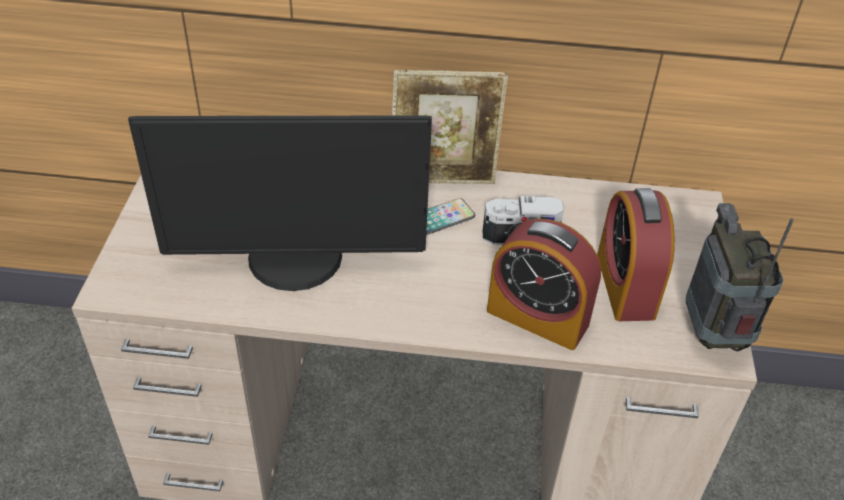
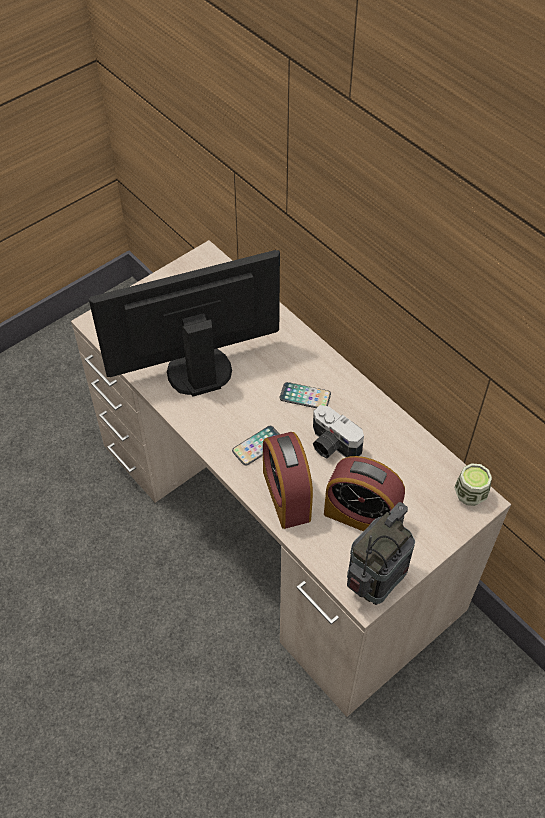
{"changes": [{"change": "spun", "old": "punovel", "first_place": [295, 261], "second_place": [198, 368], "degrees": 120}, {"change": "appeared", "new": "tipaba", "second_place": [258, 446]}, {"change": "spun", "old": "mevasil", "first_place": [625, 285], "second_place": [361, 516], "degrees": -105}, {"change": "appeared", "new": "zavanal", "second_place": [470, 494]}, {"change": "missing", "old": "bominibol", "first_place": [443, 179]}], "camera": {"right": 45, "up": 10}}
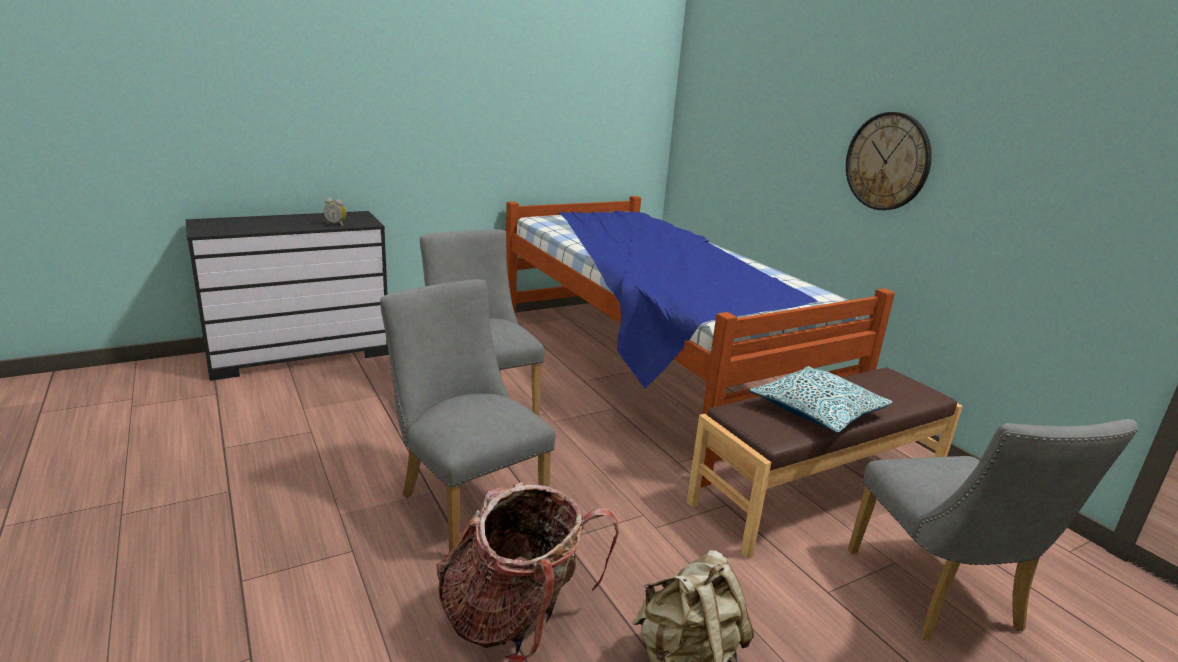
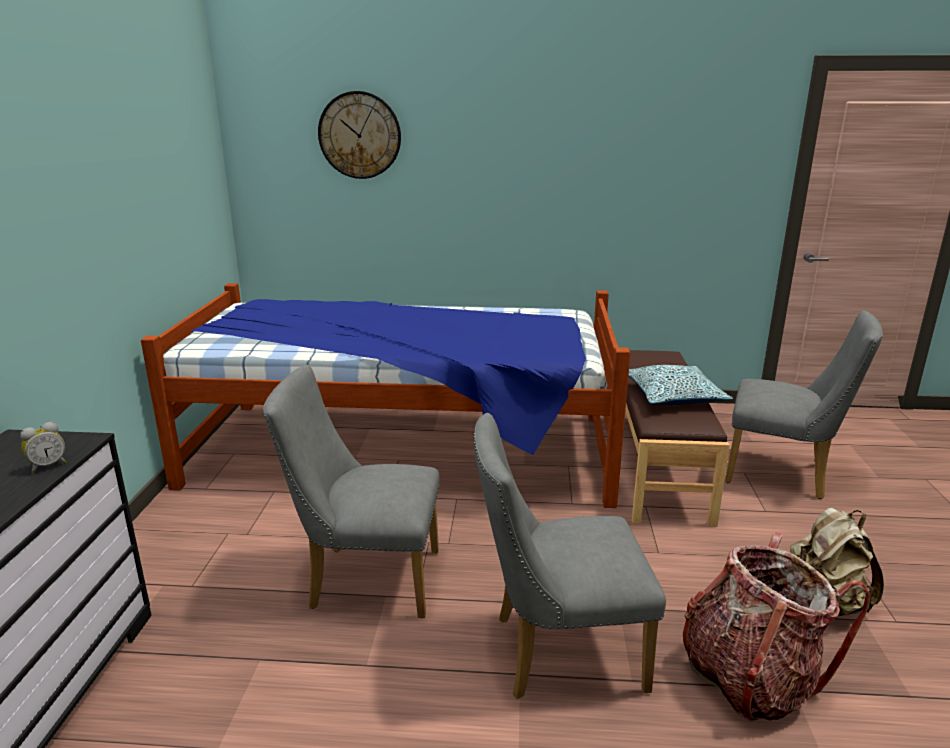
{"changes": [{"change": "relocated", "old": "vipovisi", "first_place": [887, 161], "second_place": [360, 135]}], "camera": {"right": -55, "up": 0}}
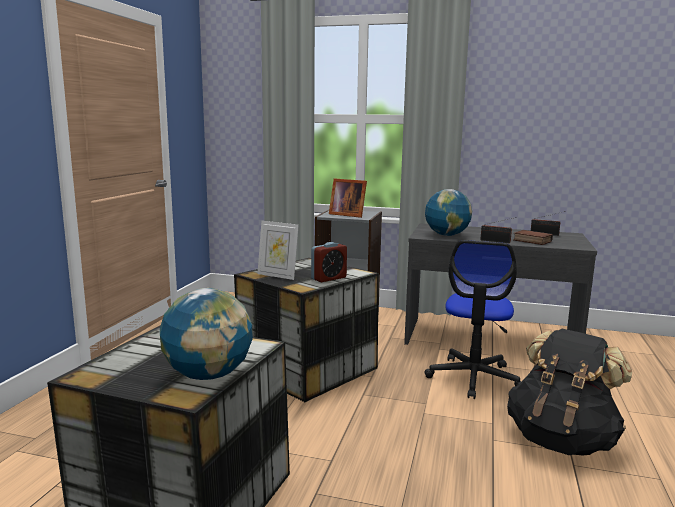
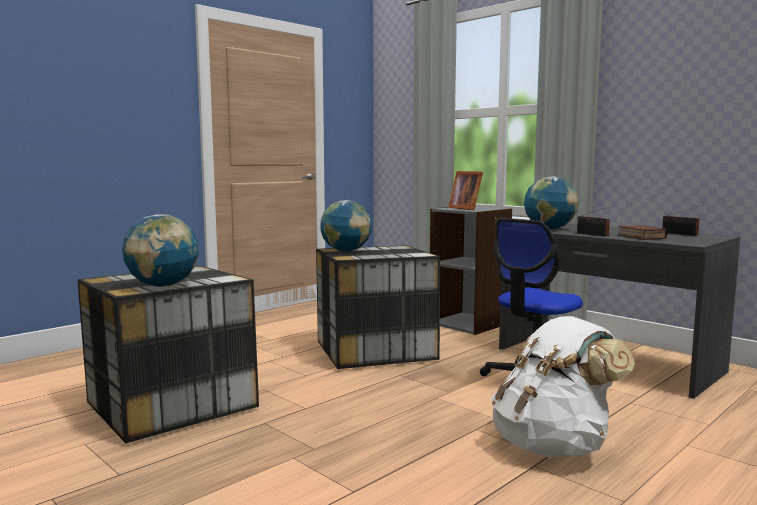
{"changes": [{"change": "exchanged", "old": "bominibol", "new": "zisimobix", "first_place": [277, 275], "second_place": [346, 251]}, {"change": "colour", "old": "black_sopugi", "new": "white_sopugi", "first_place": [561, 440], "second_place": [553, 446]}, {"change": "missing", "old": "mevasil", "first_place": [328, 278]}], "camera": {"right": 30, "up": -5}}
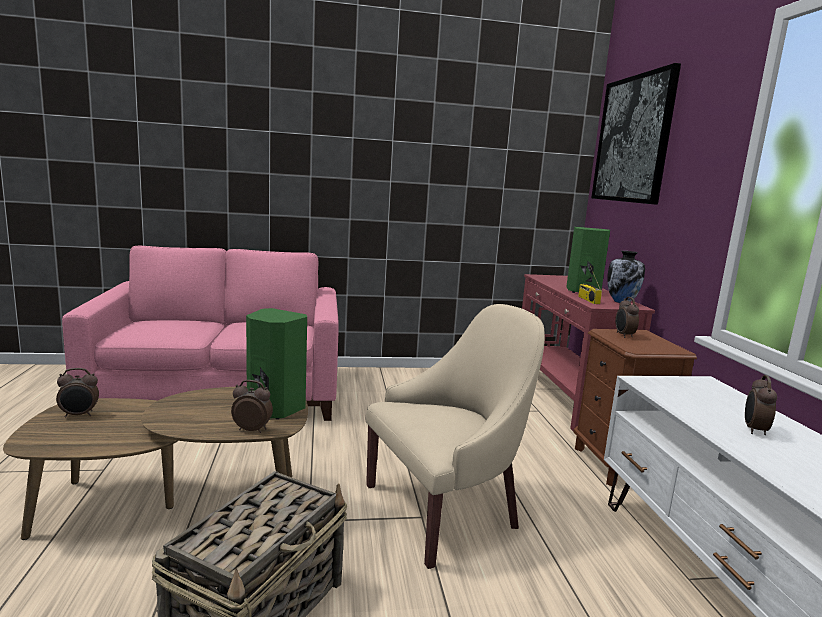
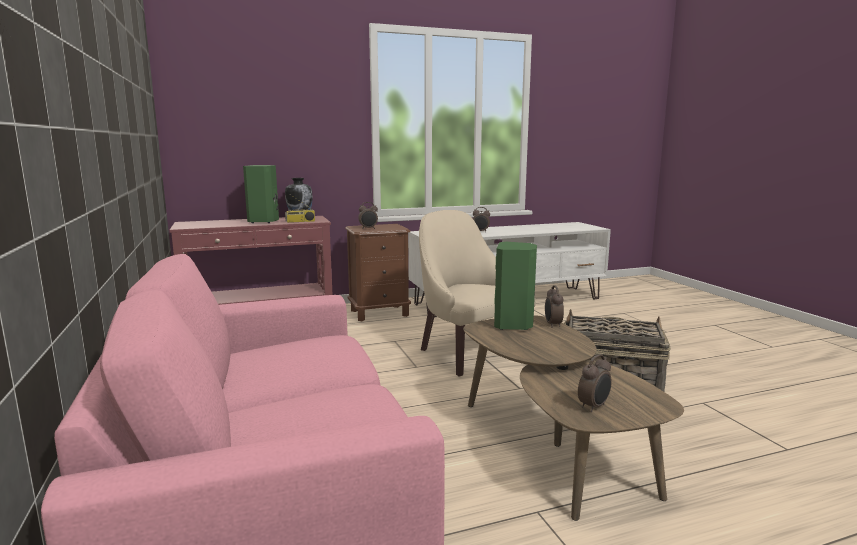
{"changes": [{"change": "spun", "old": "mevasil", "first_place": [79, 415], "second_place": [594, 407], "degrees": 75}, {"change": "missing", "old": "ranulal", "first_place": [633, 139]}], "camera": {"right": -100, "up": 0}}
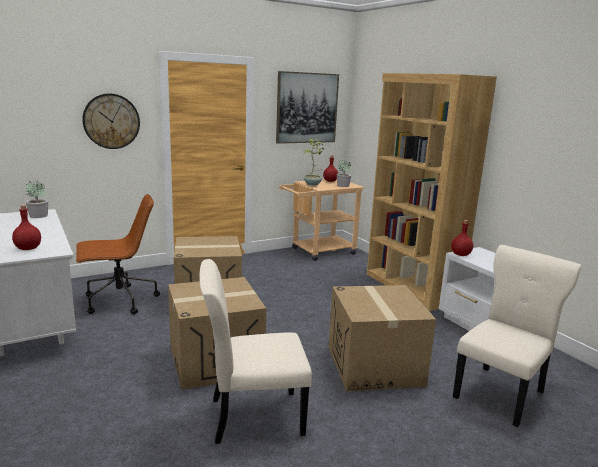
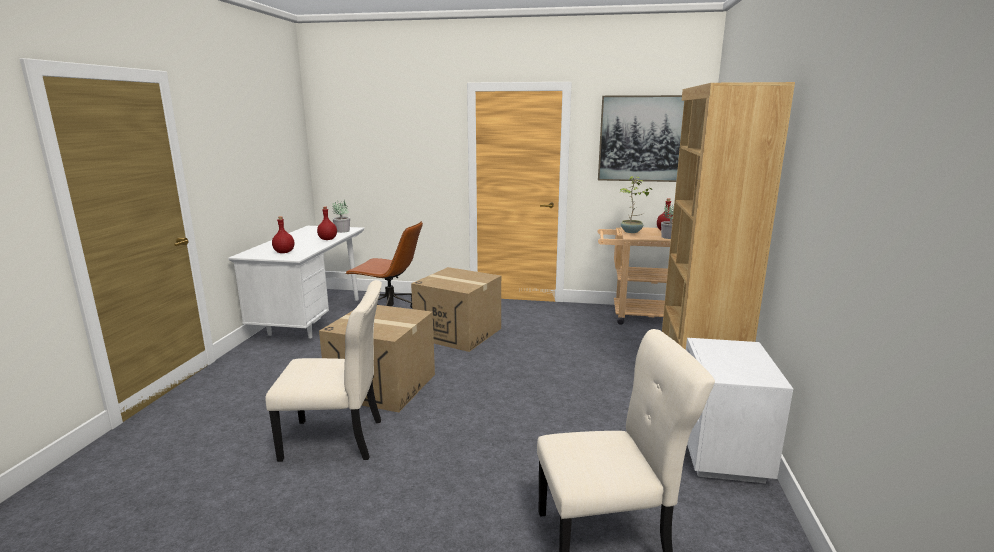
{"changes": [{"change": "spun", "old": "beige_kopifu", "first_place": [252, 416], "second_place": [337, 440], "degrees": 150}, {"change": "relocated", "old": "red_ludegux", "first_place": [461, 255], "second_place": [327, 239]}, {"change": "missing", "old": "vipovisi", "first_place": [111, 121]}, {"change": "missing", "old": "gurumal", "first_place": [375, 366]}], "camera": {"right": 40, "up": 0}}
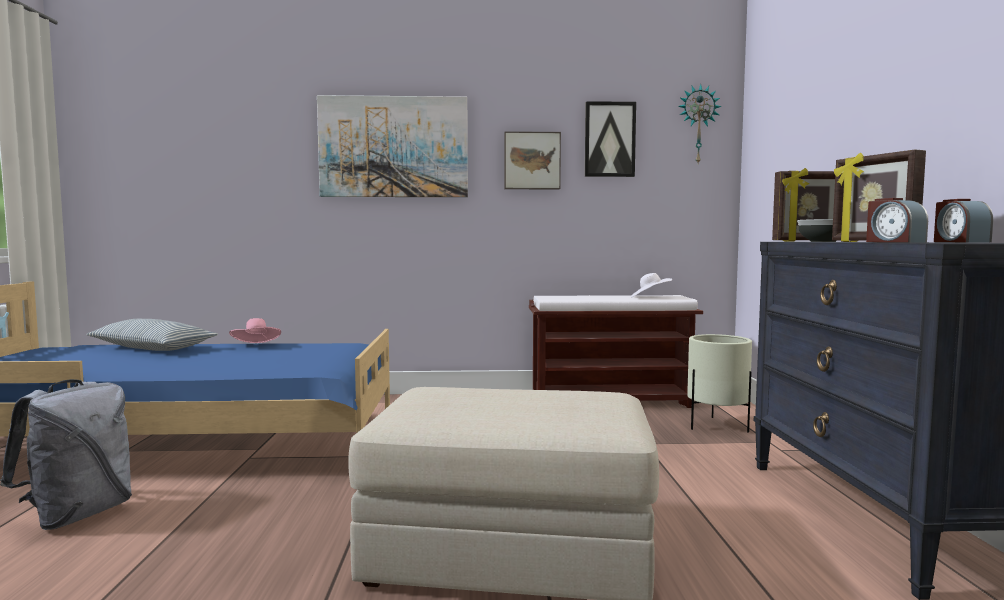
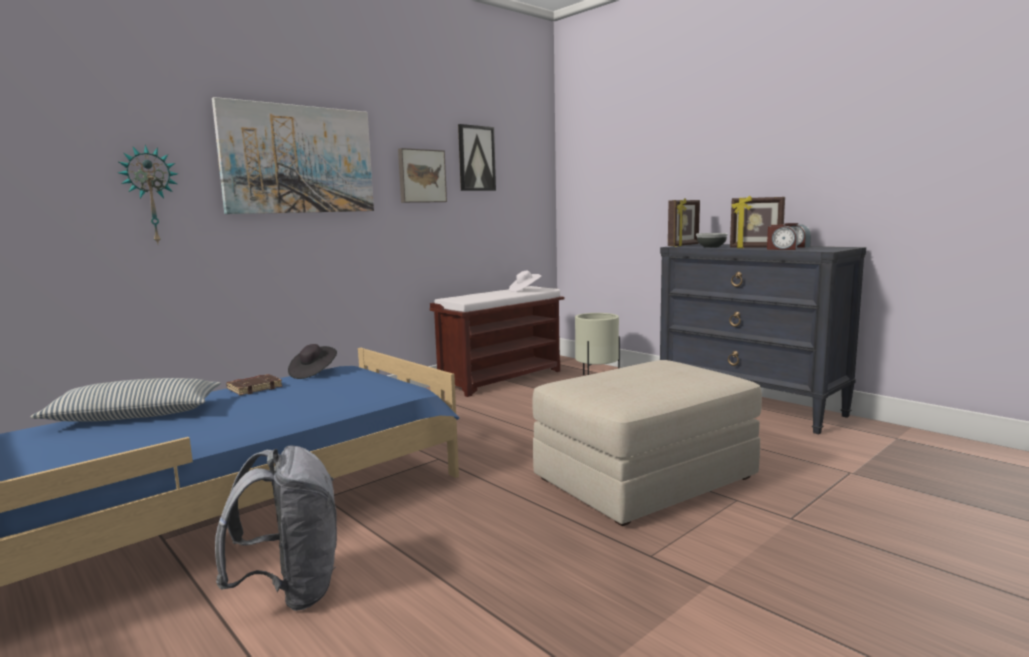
{"changes": [{"change": "relocated", "old": "vipovisi", "first_place": [698, 125], "second_place": [150, 195]}, {"change": "exchanged", "old": "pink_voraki", "new": "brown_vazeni", "first_place": [256, 346], "second_place": [255, 388]}, {"change": "appeared", "new": "black_voraki", "second_place": [313, 373]}], "camera": {"right": -40, "up": 5}}
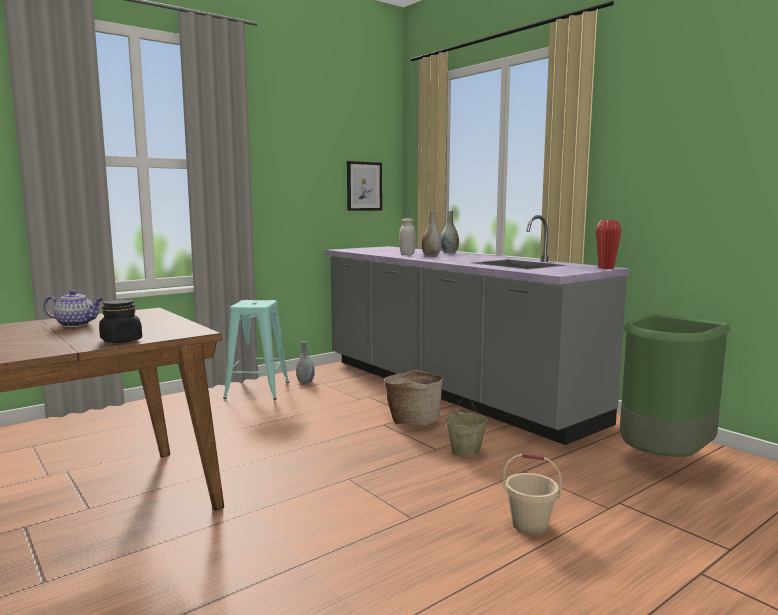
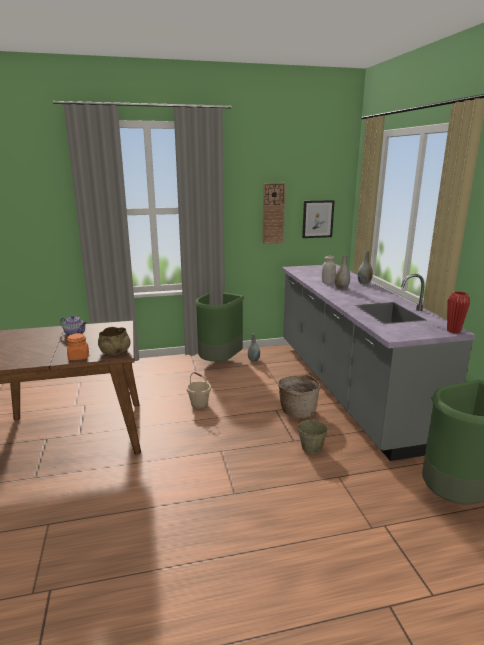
{"changes": [{"change": "colour", "old": "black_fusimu", "new": "orange_fusimu", "first_place": [121, 340], "second_place": [78, 357]}, {"change": "appeared", "new": "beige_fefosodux", "second_place": [114, 352]}, {"change": "relocated", "old": "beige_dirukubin", "first_place": [530, 525], "second_place": [199, 404]}, {"change": "exchanged", "old": "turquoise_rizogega", "new": "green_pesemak", "first_place": [257, 390], "second_place": [219, 362]}, {"change": "appeared", "new": "vipovisi", "second_place": [273, 213]}], "camera": {"right": 25, "up": 10}}
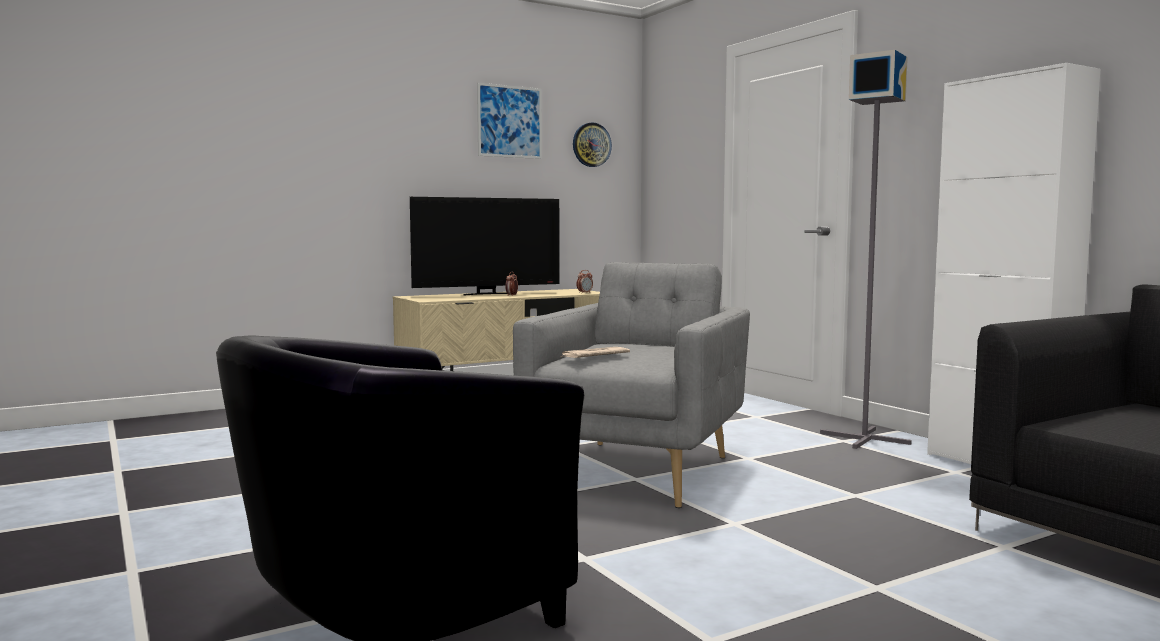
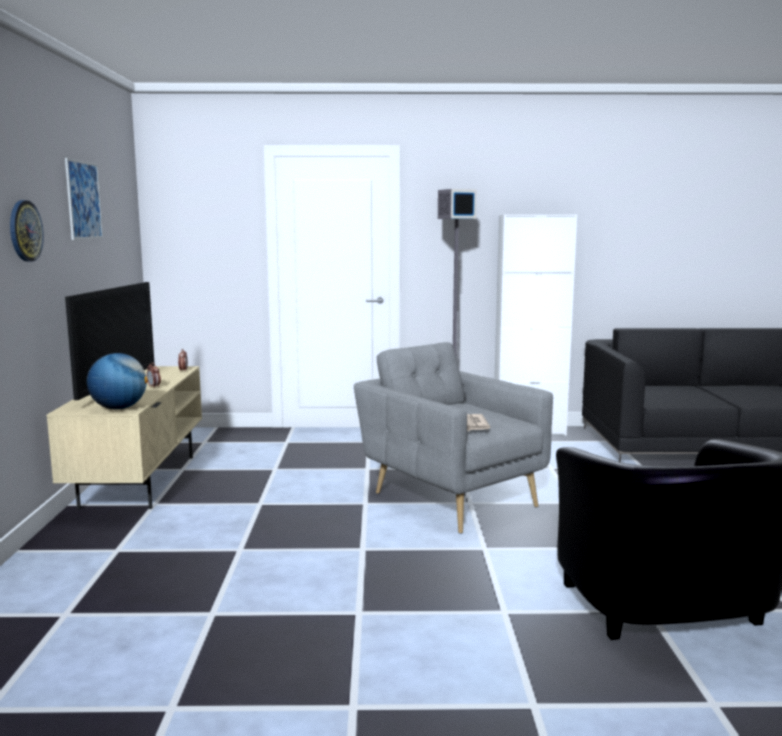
{"changes": [{"change": "relocated", "old": "vipovisi", "first_place": [591, 145], "second_place": [25, 231]}, {"change": "appeared", "new": "zisimobix", "second_place": [119, 408]}], "camera": {"right": -60, "up": 5}}
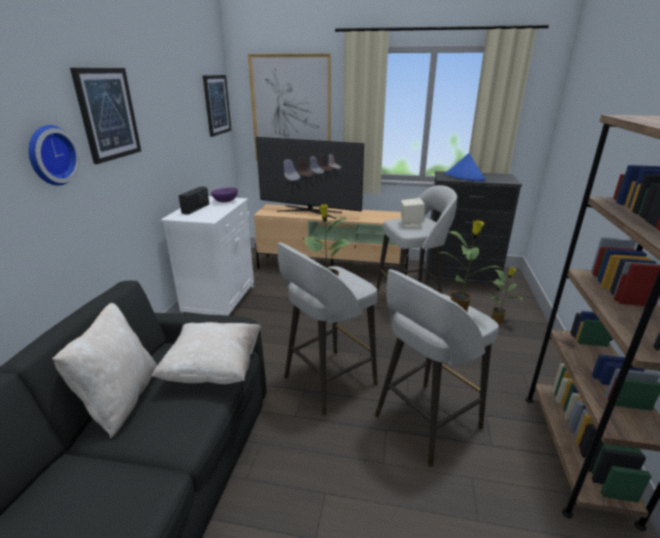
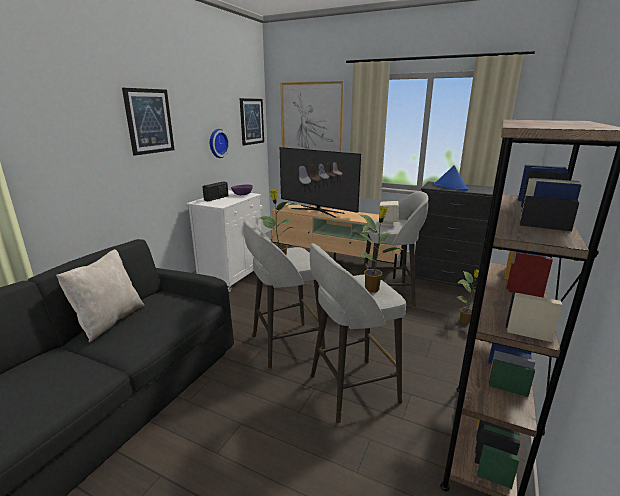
{"changes": [{"change": "relocated", "old": "vipovisi", "first_place": [50, 155], "second_place": [217, 143]}, {"change": "missing", "old": "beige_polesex", "first_place": [214, 370]}], "camera": {"right": 15, "up": -5}}
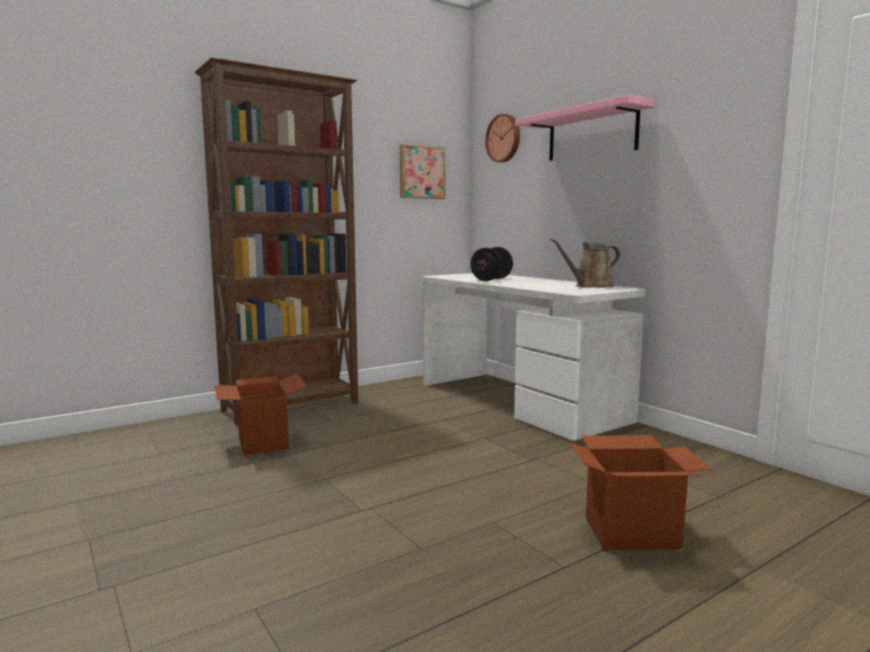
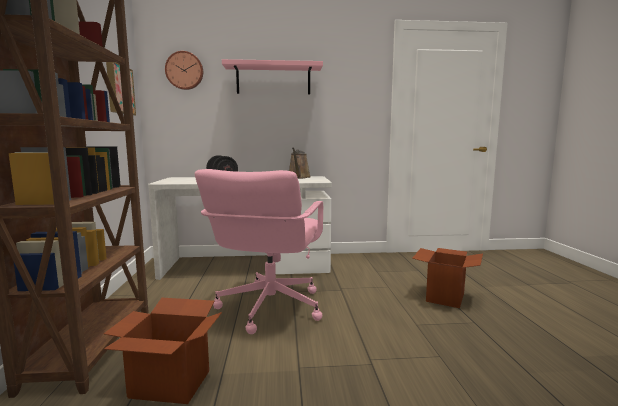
{"changes": [{"change": "appeared", "new": "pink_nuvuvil", "second_place": [269, 307]}], "camera": {"right": -60, "up": 0}}
